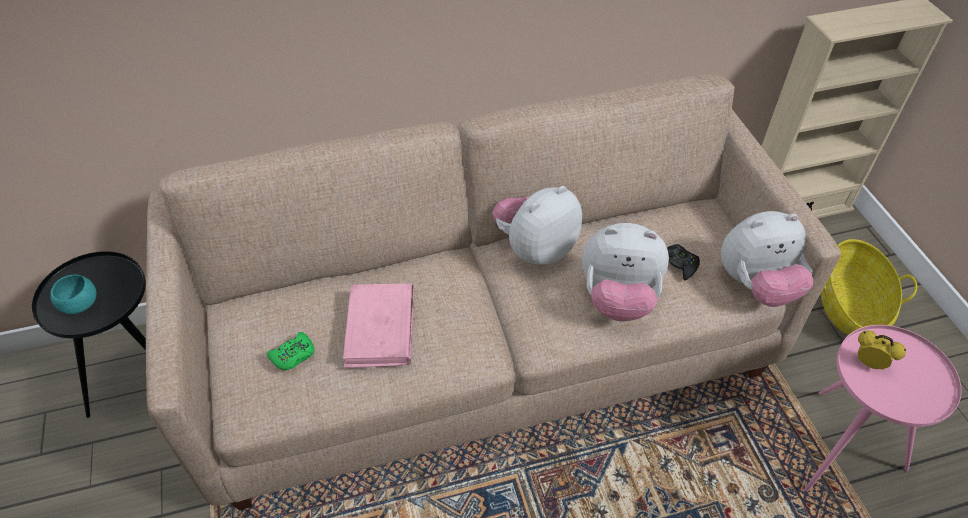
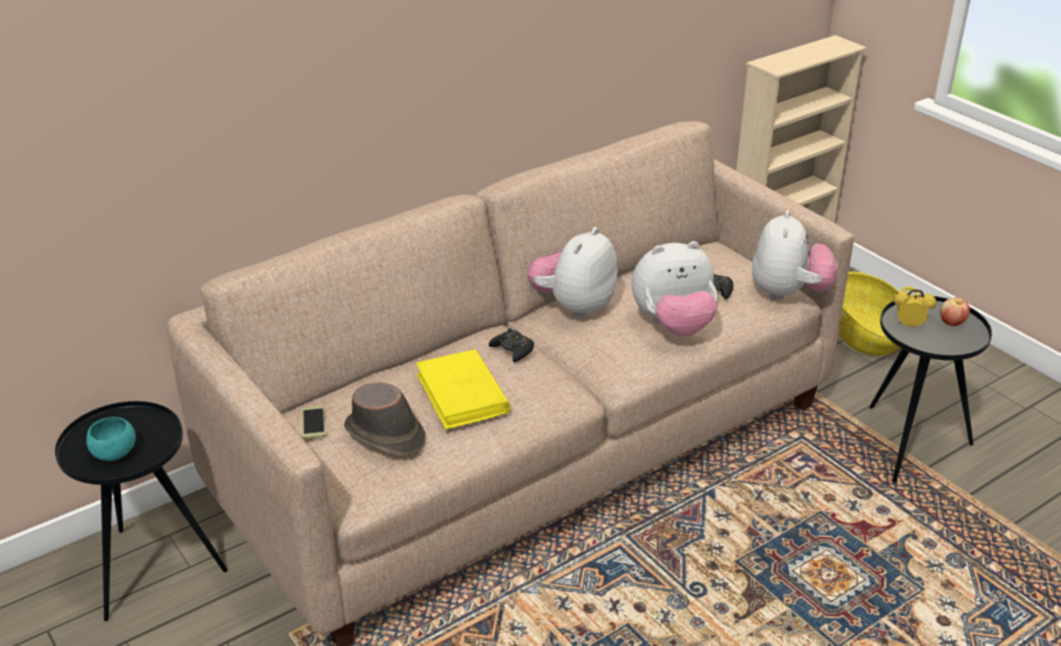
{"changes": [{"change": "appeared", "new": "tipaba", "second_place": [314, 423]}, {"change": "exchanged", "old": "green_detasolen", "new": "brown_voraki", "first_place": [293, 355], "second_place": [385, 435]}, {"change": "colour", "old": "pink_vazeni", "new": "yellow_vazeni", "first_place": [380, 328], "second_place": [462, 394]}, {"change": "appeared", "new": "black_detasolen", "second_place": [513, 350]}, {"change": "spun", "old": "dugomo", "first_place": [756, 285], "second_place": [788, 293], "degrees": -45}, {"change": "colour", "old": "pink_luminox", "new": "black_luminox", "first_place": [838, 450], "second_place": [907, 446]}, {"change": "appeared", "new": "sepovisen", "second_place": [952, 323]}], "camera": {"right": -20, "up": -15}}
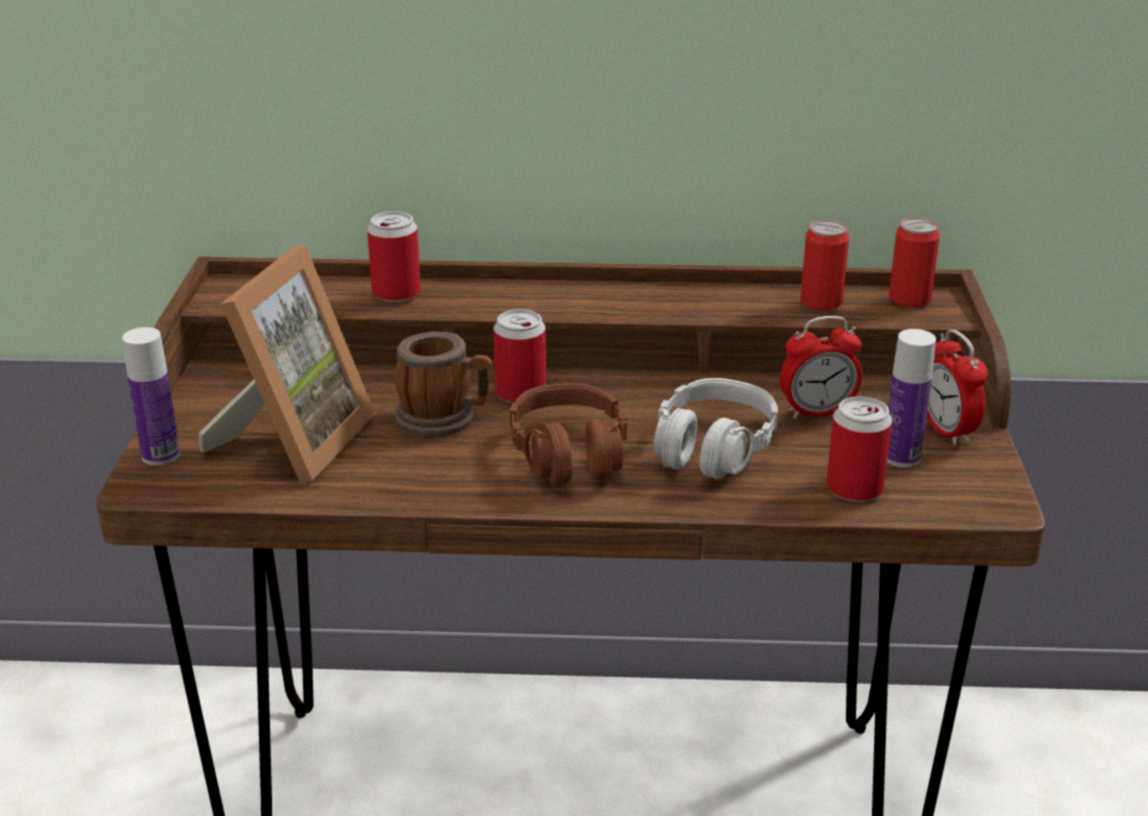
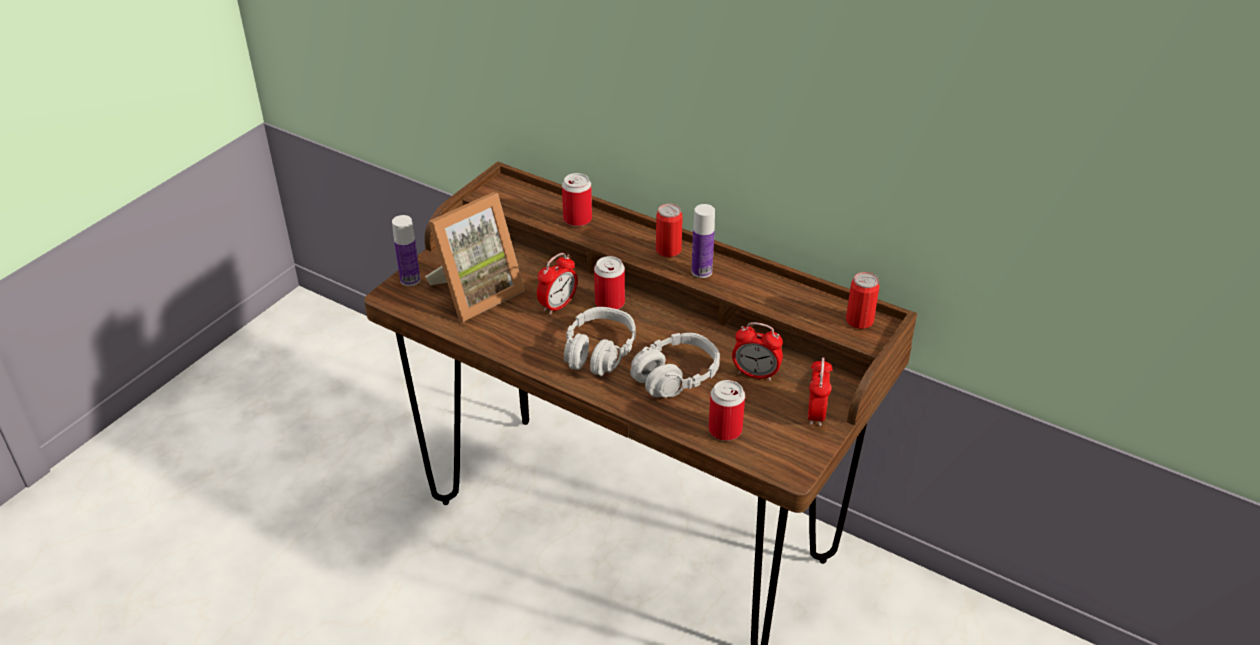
{"changes": [{"change": "exchanged", "old": "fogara", "new": "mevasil", "first_place": [444, 418], "second_place": [558, 305]}, {"change": "colour", "old": "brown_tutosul", "new": "grey_tutosul", "first_place": [570, 454], "second_place": [599, 352]}, {"change": "relocated", "old": "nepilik", "first_place": [821, 302], "second_place": [668, 250]}, {"change": "relocated", "old": "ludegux", "first_place": [901, 457], "second_place": [701, 271]}], "camera": {"right": 30, "up": 10}}
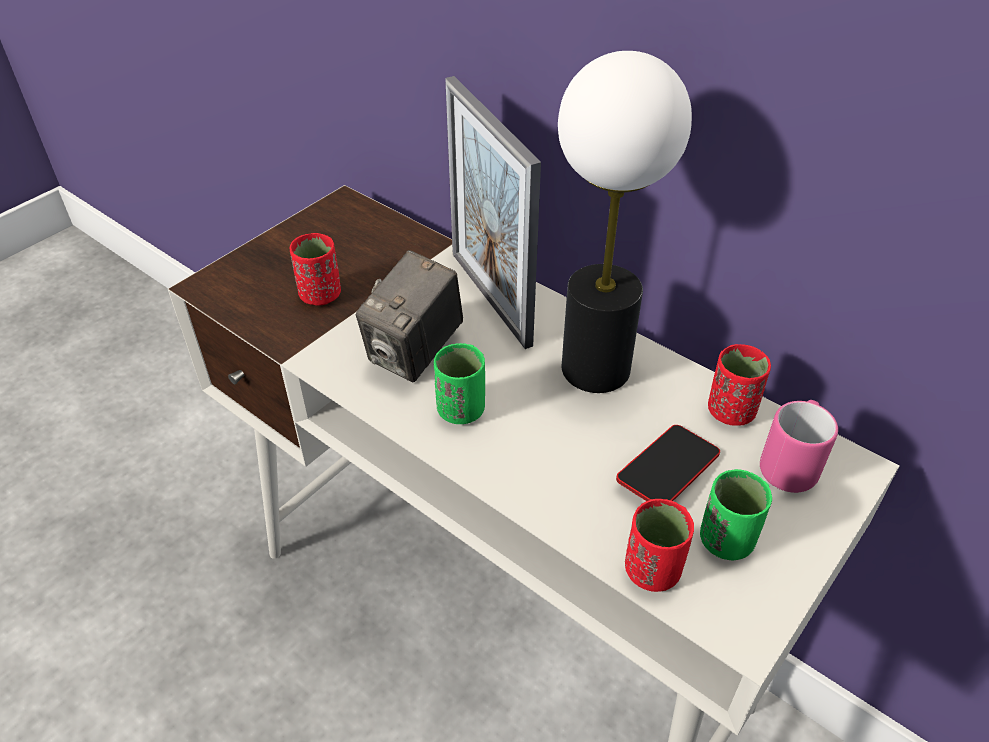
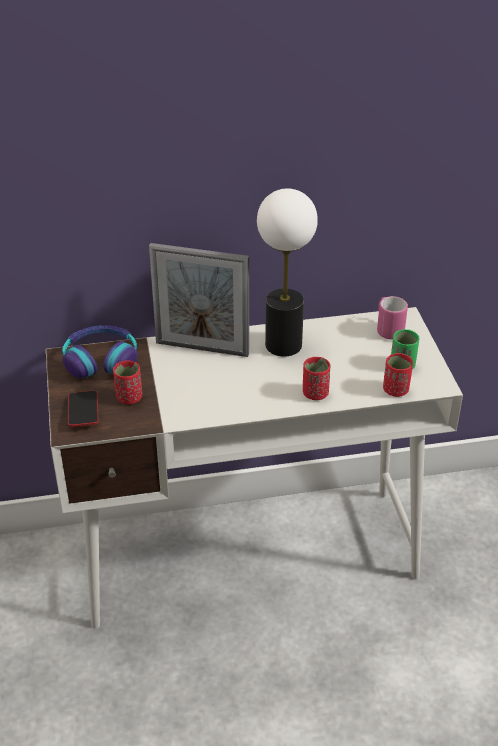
{"changes": [{"change": "appeared", "new": "tutosul", "second_place": [101, 360]}, {"change": "relocated", "old": "tipaba", "first_place": [667, 471], "second_place": [83, 412]}, {"change": "relocated", "old": "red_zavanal", "first_place": [731, 411], "second_place": [315, 394]}, {"change": "missing", "old": "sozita", "first_place": [415, 353]}, {"change": "missing", "old": "green_zavanal", "first_place": [461, 410]}], "camera": {"right": -50, "up": -5}}
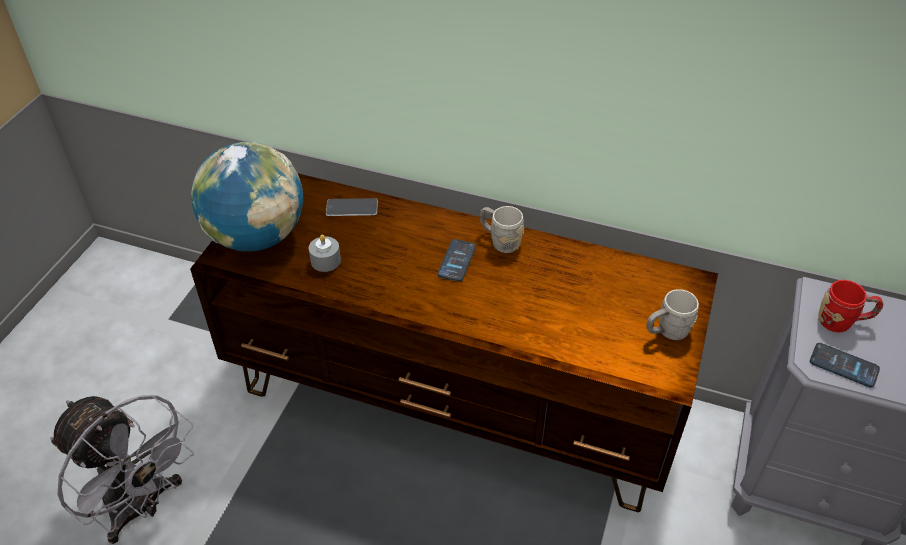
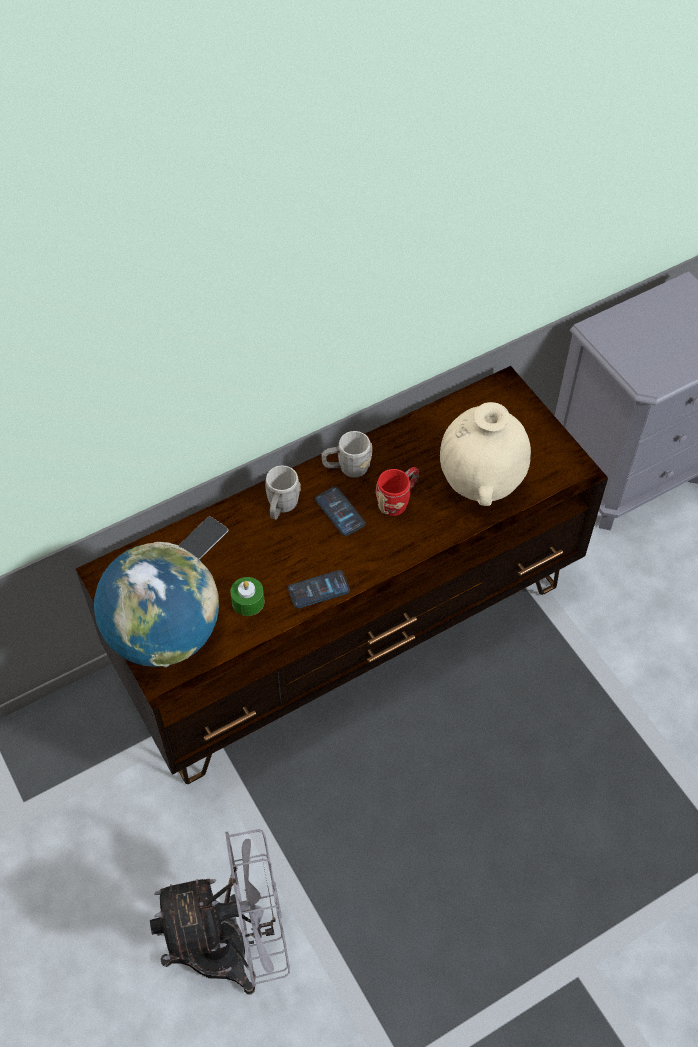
{"changes": [{"change": "colour", "old": "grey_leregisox", "new": "green_leregisox", "first_place": [325, 261], "second_place": [248, 601]}, {"change": "relocated", "old": "grey_fogara", "first_place": [667, 332], "second_place": [281, 507]}, {"change": "relocated", "old": "tipaba", "first_place": [843, 365], "second_place": [318, 590]}, {"change": "relocated", "old": "red_fogara", "first_place": [842, 322], "second_place": [398, 500]}, {"change": "appeared", "new": "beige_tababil", "second_place": [480, 484]}], "camera": {"right": -50, "up": 10}}
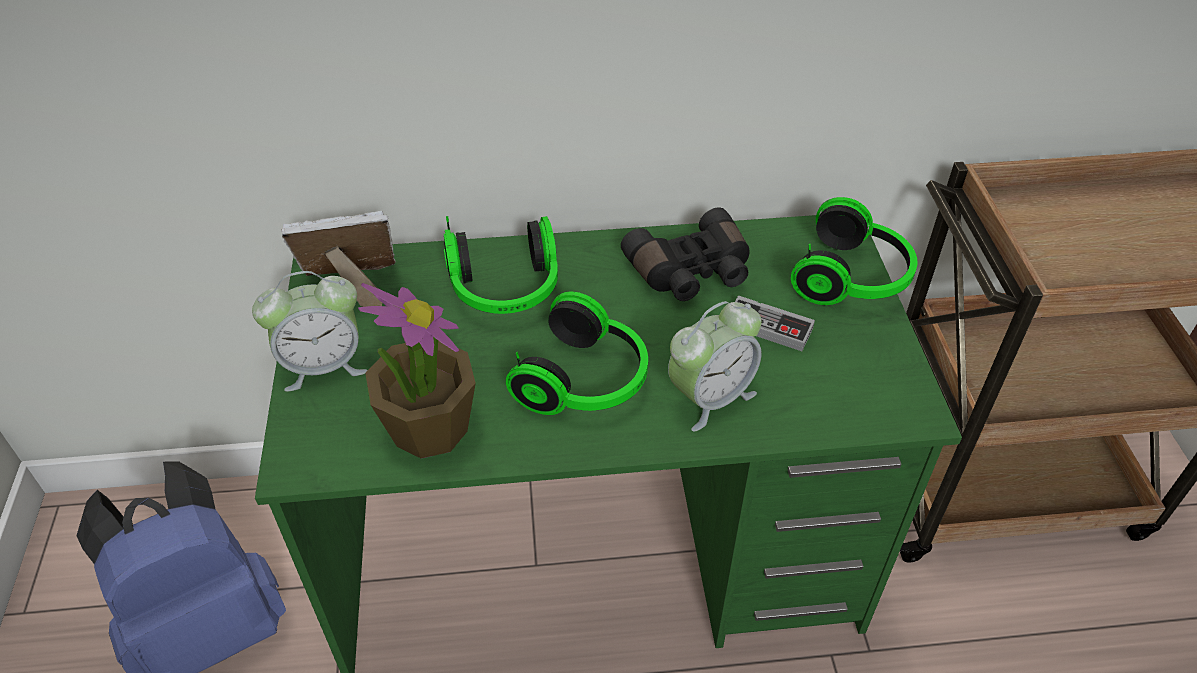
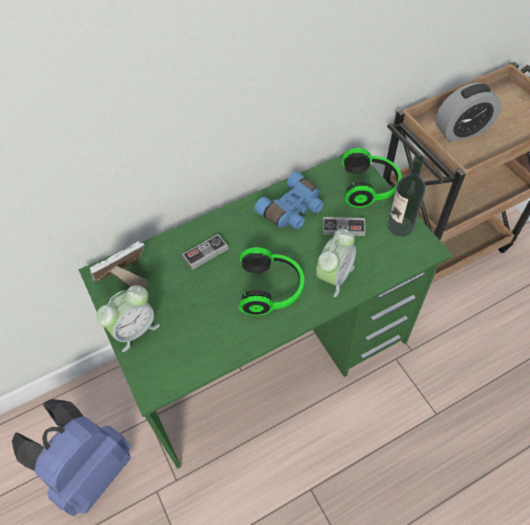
{"changes": [{"change": "exchanged", "old": "tutosul", "new": "detasolen", "first_place": [506, 290], "second_place": [205, 253]}, {"change": "colour", "old": "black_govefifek", "new": "blue_govefifek", "first_place": [691, 273], "second_place": [293, 210]}, {"change": "appeared", "new": "ludegux", "second_place": [400, 226]}, {"change": "appeared", "new": "mevasil", "second_place": [462, 131]}, {"change": "missing", "old": "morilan", "first_place": [429, 427]}], "camera": {"right": -20, "up": 10}}
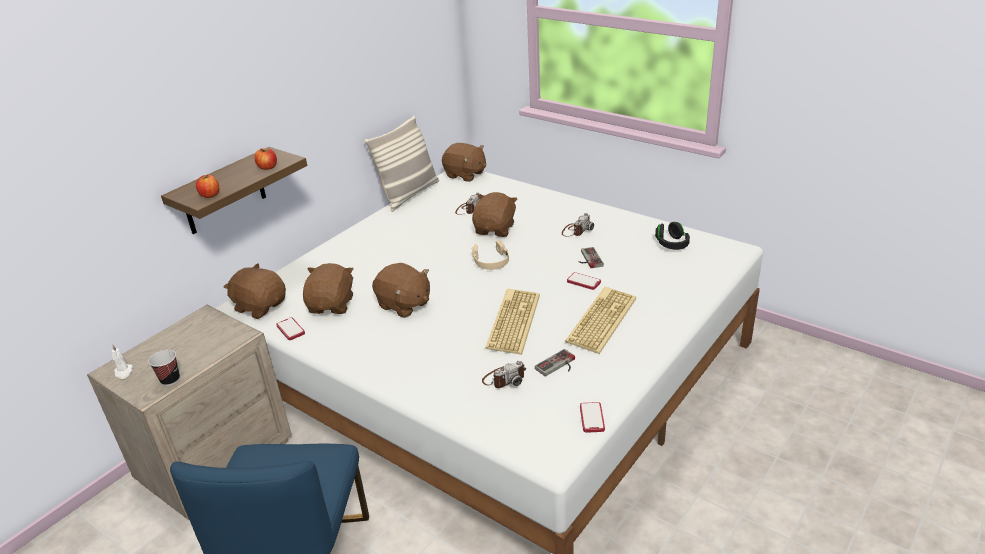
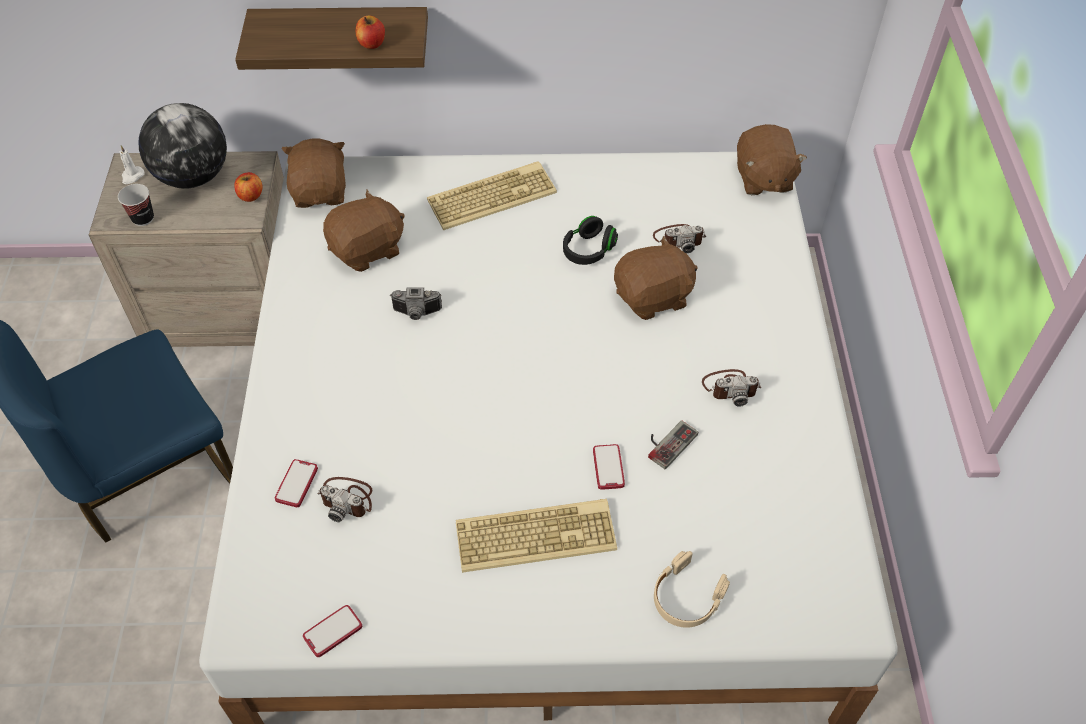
{"changes": [{"change": "appeared", "new": "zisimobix", "second_place": [193, 176]}, {"change": "relocated", "old": "sepovisen", "first_place": [210, 195], "second_place": [250, 196]}, {"change": "relocated", "old": "tipaba", "first_place": [290, 329], "second_place": [296, 484]}, {"change": "exchanged", "old": "brown_dugomo", "new": "sozita", "first_place": [404, 305], "second_place": [417, 313]}, {"change": "relocated", "old": "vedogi", "first_place": [512, 321], "second_place": [492, 195]}, {"change": "relocated", "old": "black_tutosul", "first_place": [671, 244], "second_place": [588, 250]}, {"change": "relocated", "old": "beige_tutosul", "first_place": [491, 261], "second_place": [686, 597]}, {"change": "missing", "old": "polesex", "first_place": [409, 194]}, {"change": "missing", "old": "detasolen", "first_place": [558, 366]}], "camera": {"right": 50, "up": 20}}
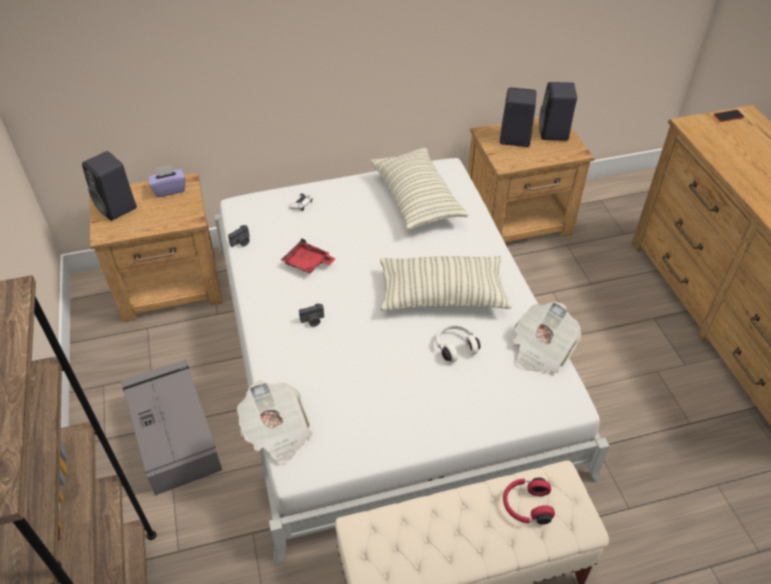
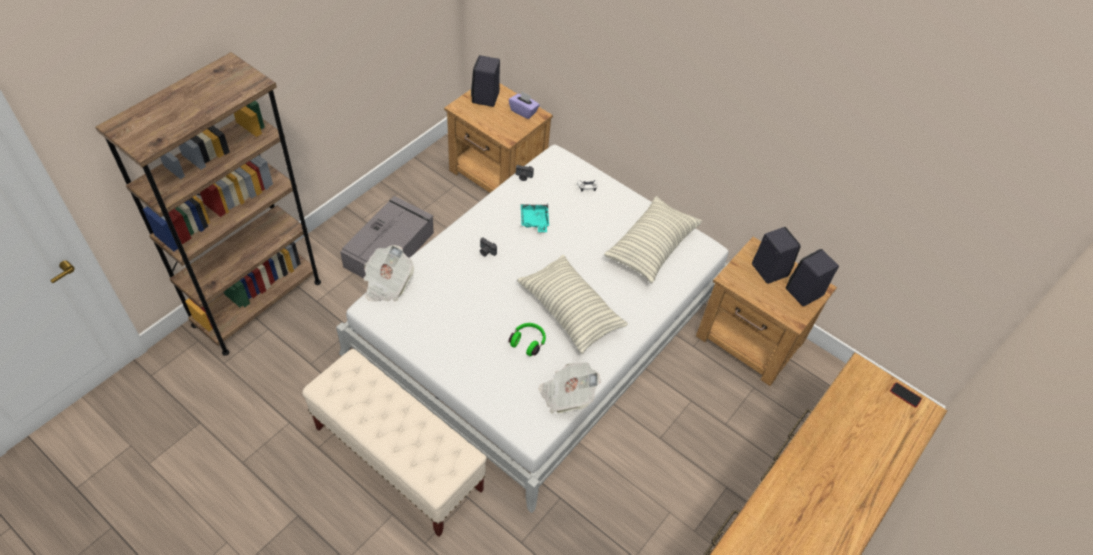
{"changes": [{"change": "colour", "old": "white_tutosul", "new": "green_tutosul", "first_place": [455, 347], "second_place": [528, 342]}, {"change": "colour", "old": "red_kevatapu", "new": "turquoise_kevatapu", "first_place": [308, 263], "second_place": [534, 221]}, {"change": "missing", "old": "red_tutosul", "first_place": [526, 506]}], "camera": {"right": 50, "up": 5}}
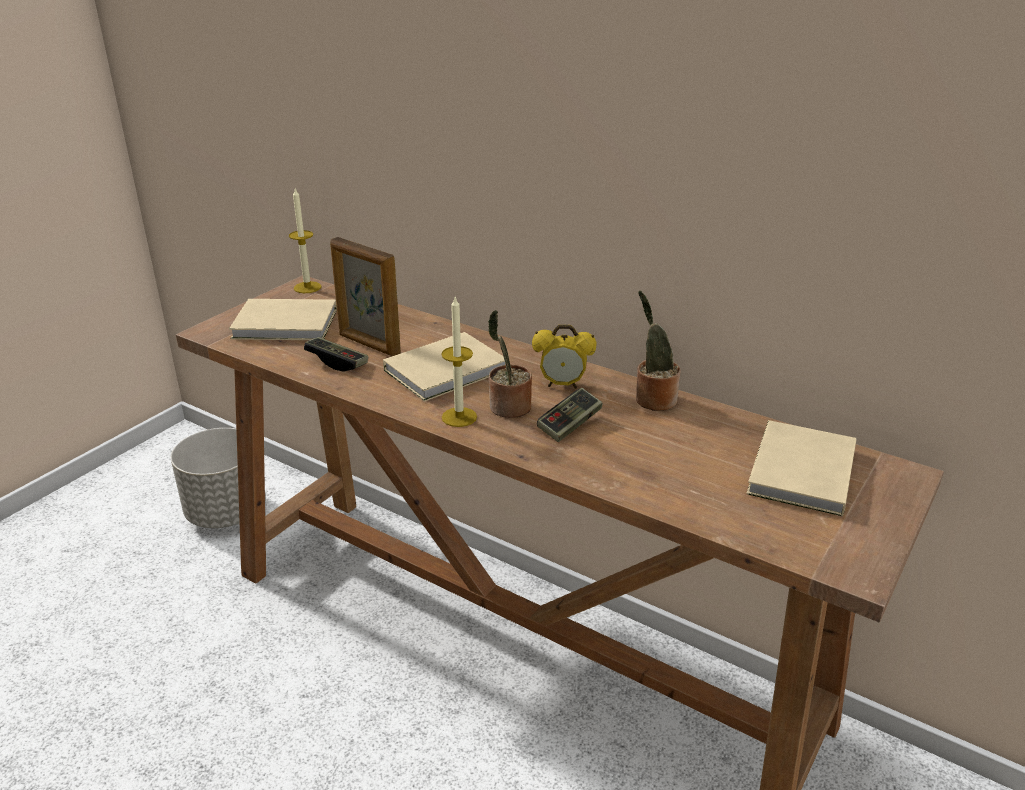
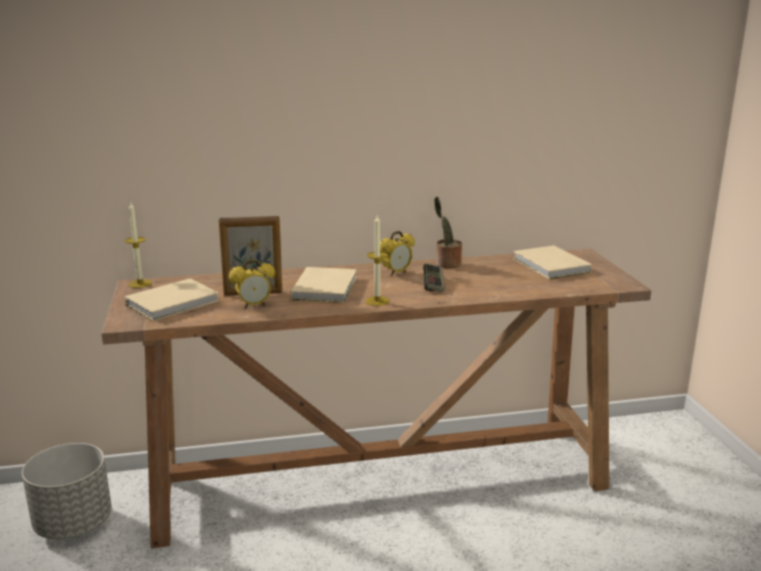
{"changes": [{"change": "exchanged", "old": "detasolen", "new": "mevasil", "first_place": [337, 362], "second_place": [254, 306]}, {"change": "missing", "old": "morilan", "first_place": [508, 408]}], "camera": {"right": -45, "up": -10}}
